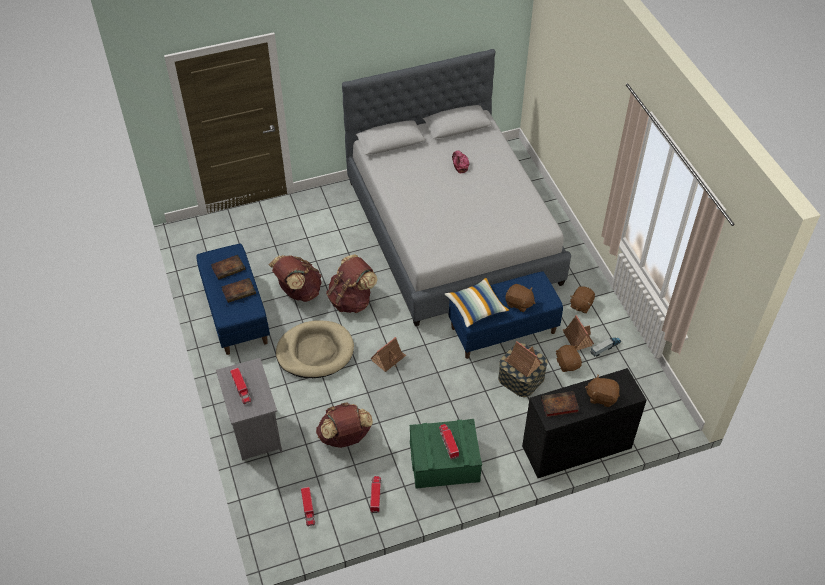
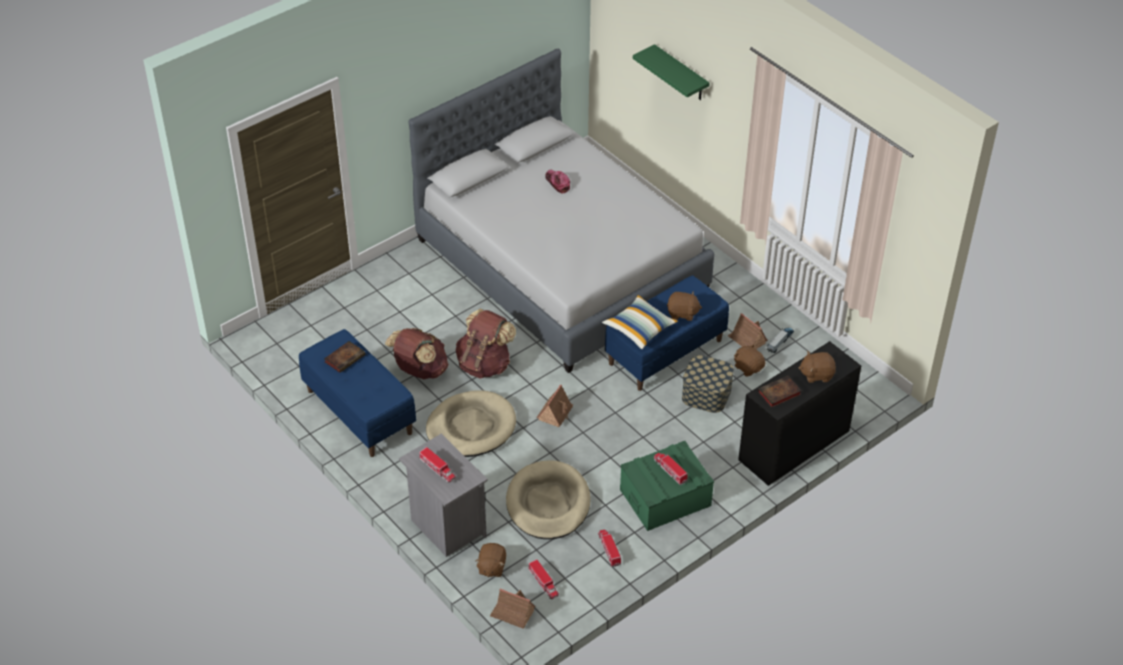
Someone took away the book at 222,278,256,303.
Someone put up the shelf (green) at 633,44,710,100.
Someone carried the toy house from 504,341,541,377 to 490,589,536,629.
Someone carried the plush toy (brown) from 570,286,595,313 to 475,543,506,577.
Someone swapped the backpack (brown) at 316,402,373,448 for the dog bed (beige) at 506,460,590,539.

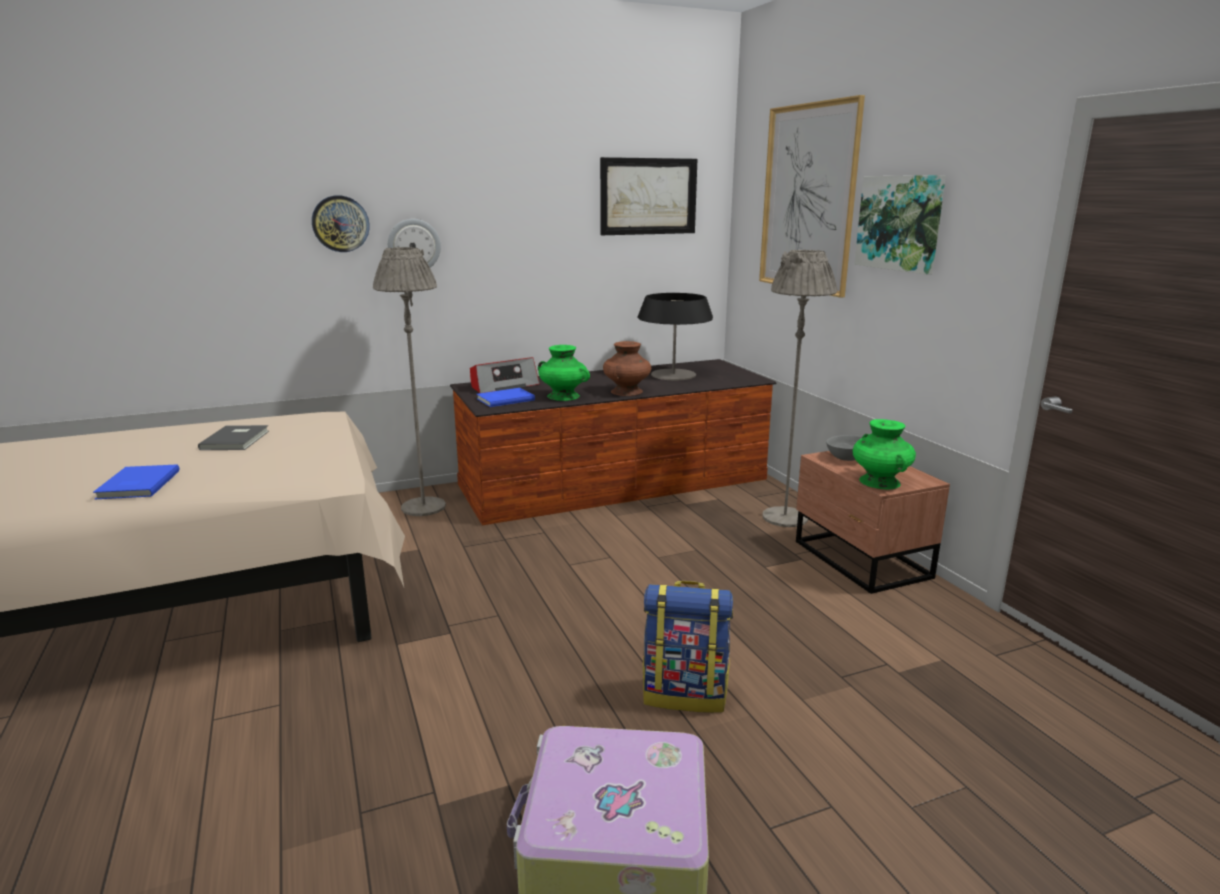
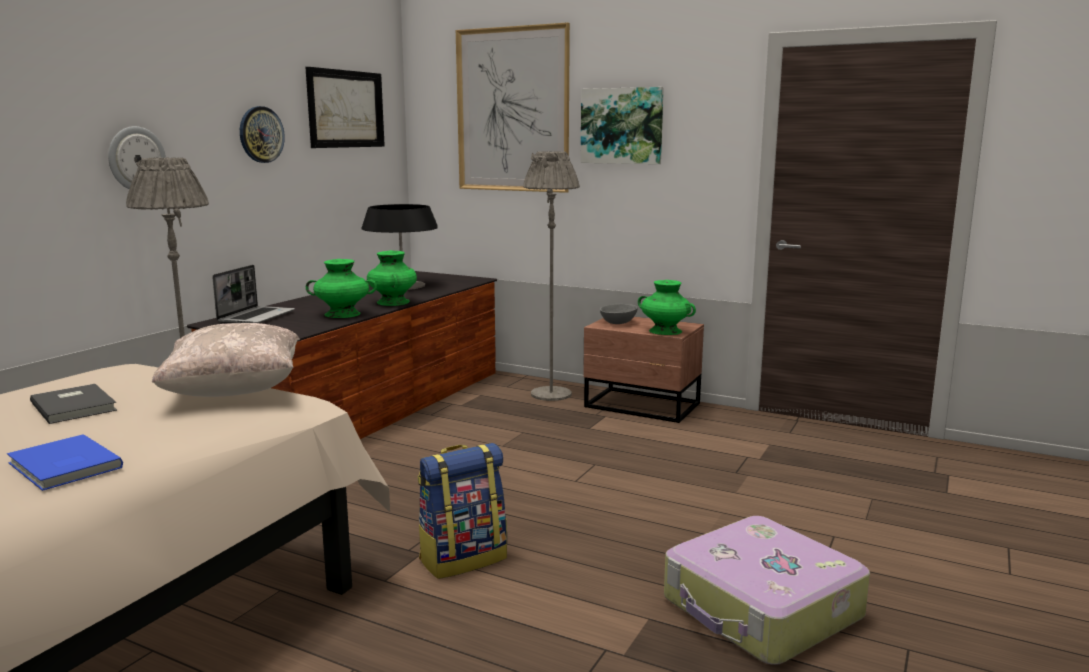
Someone took away the book (blue) at 477,388,535,407.
Someone put down the pillow (beige) at 152,323,300,397.
Someone carried the wall clock from 312,195,370,252 to 240,106,285,163.
Someone carried the backpack from 643,581,733,713 to 418,443,507,579.
Someone swapped the radio at 470,357,540,393 for the laptop at 212,265,295,323.
Someone repainted the vase (brown) at 603,341,651,396, which became the vase (green) at 367,250,417,306.

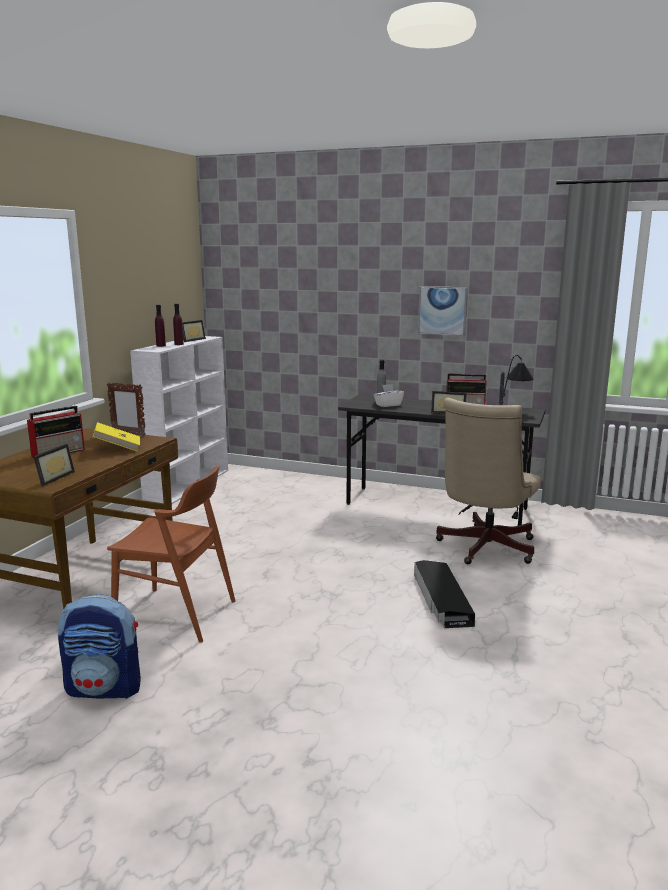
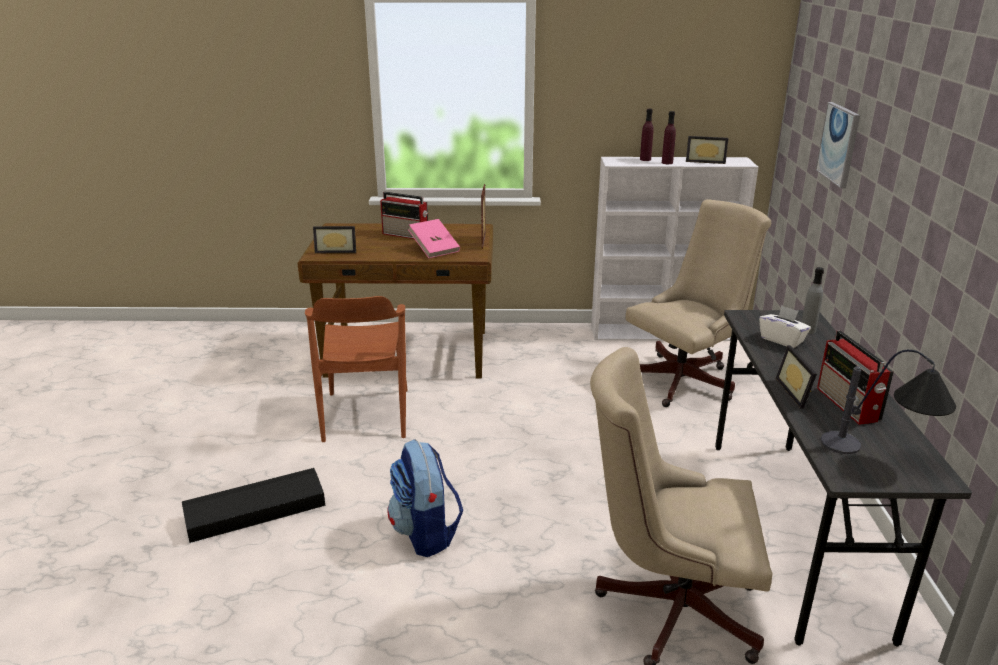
Someone put down the office chair (beige) at 625,199,771,407.
Someone carried the backpack from 58,594,141,699 to 387,439,463,557.
Someone carried the storage box (black) from 414,560,475,628 to 182,468,325,543.
Someone carried the picture from 418,286,468,336 to 816,102,860,189.
Someone repainted the book (yellow) at 93,422,140,451, which became the book (pink) at 408,219,460,258.

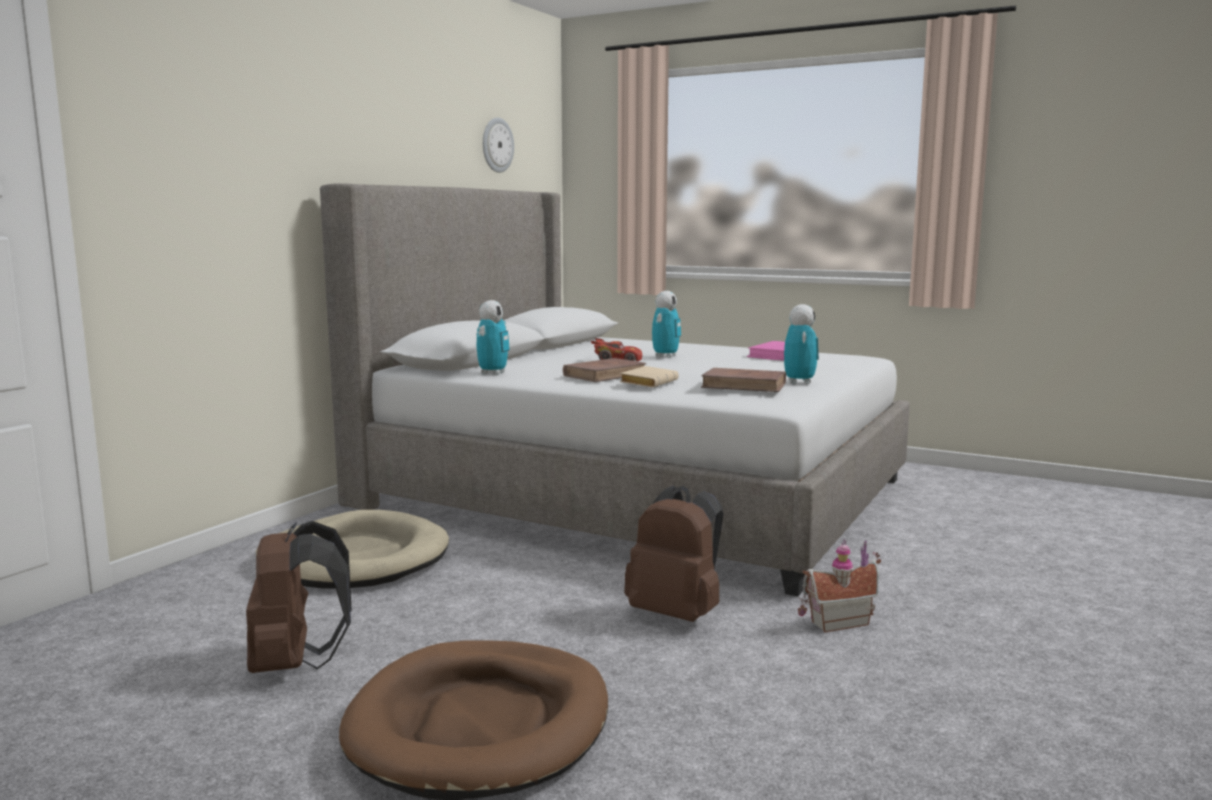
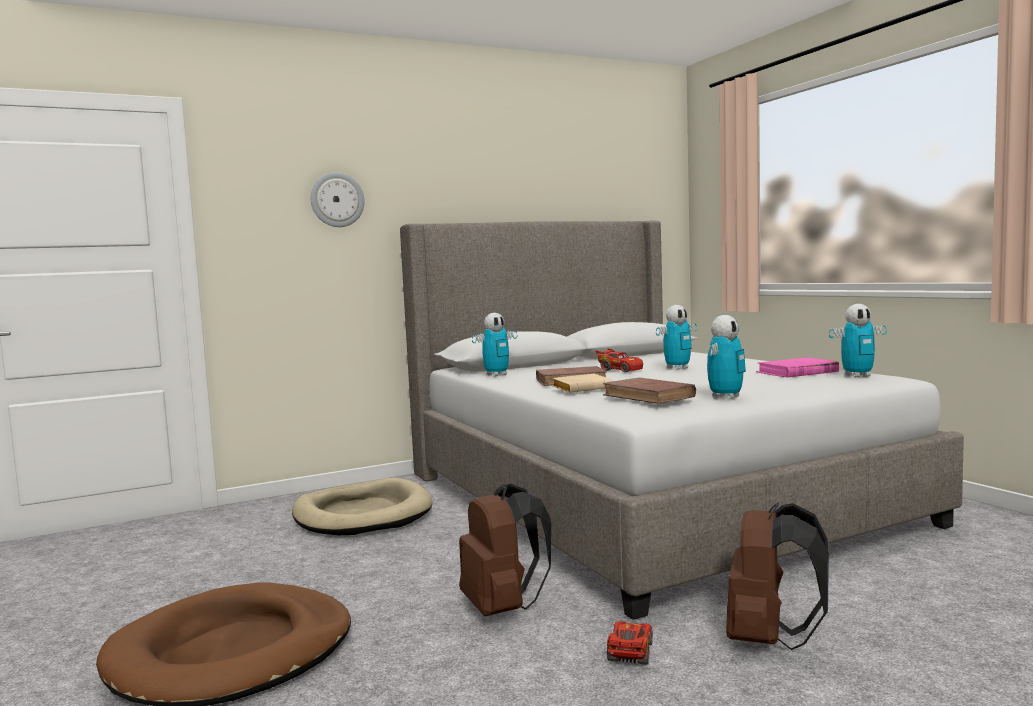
Someone put down the toy robot at 829,304,887,377.
Someone carried the backpack (brown) from 246,521,352,673 to 726,502,829,650.
Someone carried the wall clock from 483,118,514,173 to 311,172,364,227.
Someone swapped the toy house at 798,539,881,632 for the toy car (red) at 607,621,653,665.

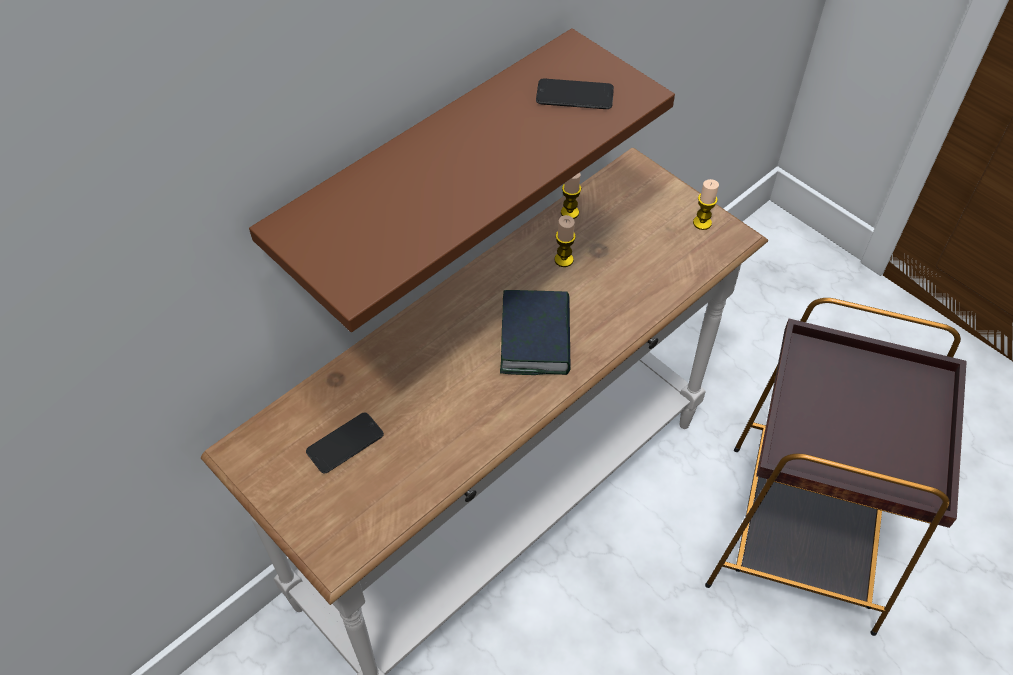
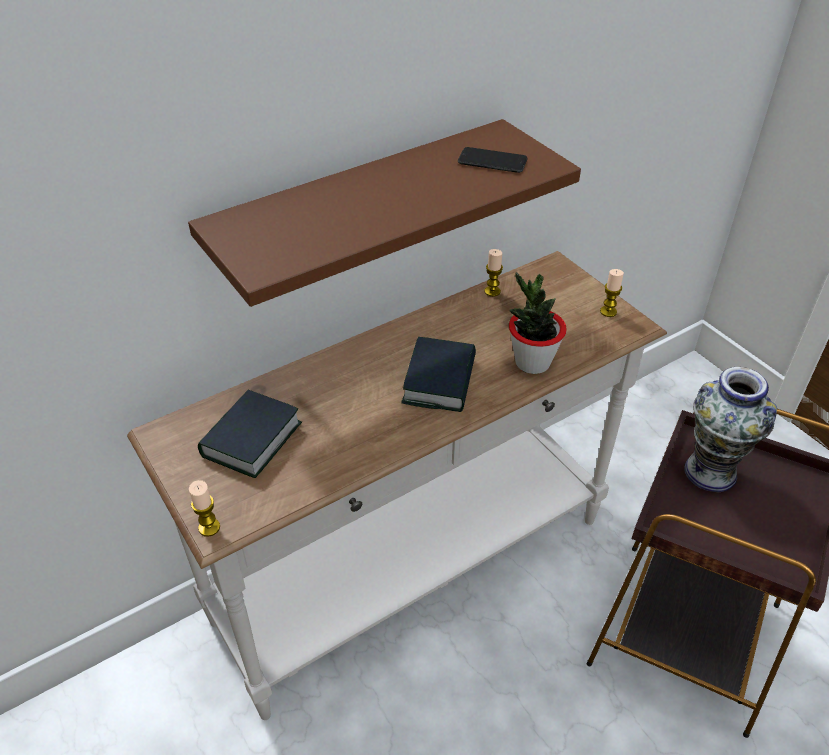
Someone put down the potted plant at 509,272,567,374.
Someone put down the vase at 684,367,777,492.
Someone carried the candle from 554,215,576,267 to 189,480,220,537.
Someone swapped the phone at 306,412,384,474 for the book at 198,390,302,478.

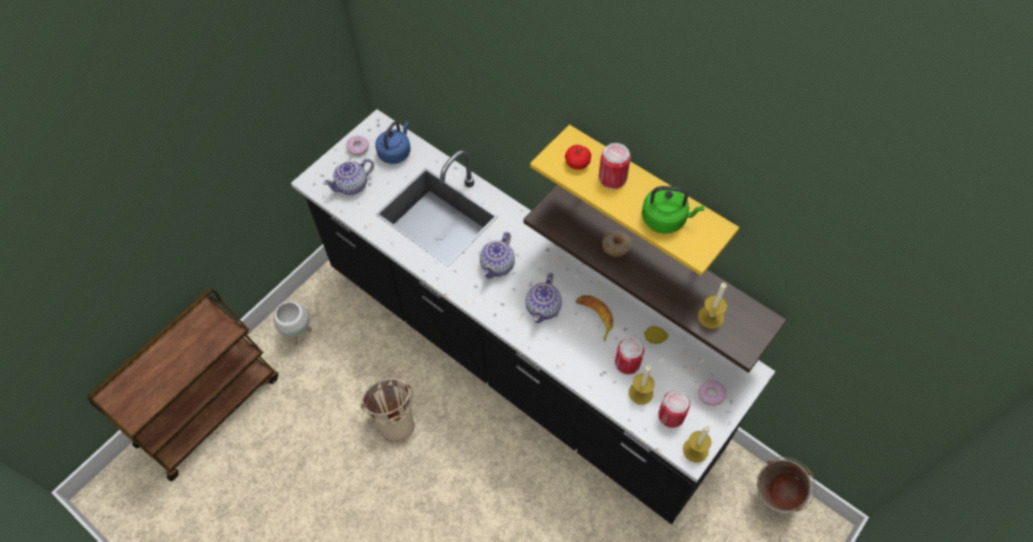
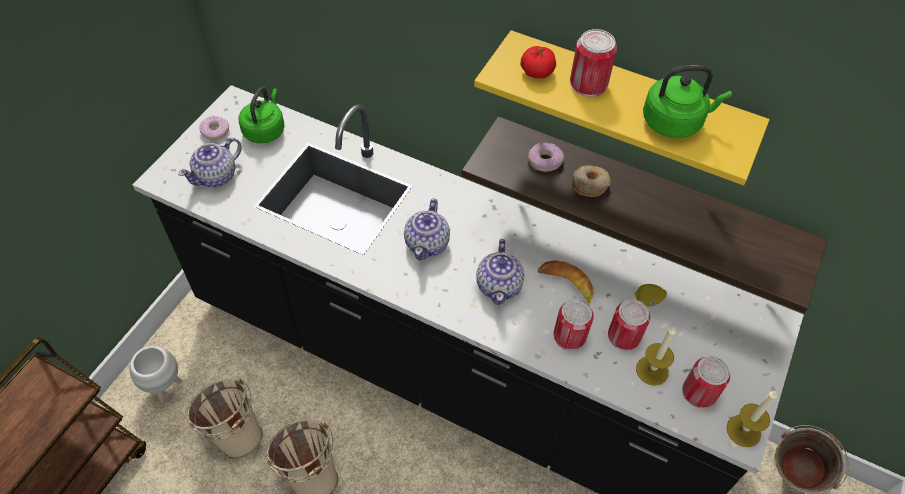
Someone took away the candle at 698,282,728,329.
Someone put down the bucket (beige) at 187,378,263,459.
Someone put down the can at 554,299,594,351.
Someone carried the donut from 698,380,727,406 to 528,143,564,172.
Someone repainted the kettle (blue) at 375,121,410,164, which became the kettle (green) at 238,87,285,144.

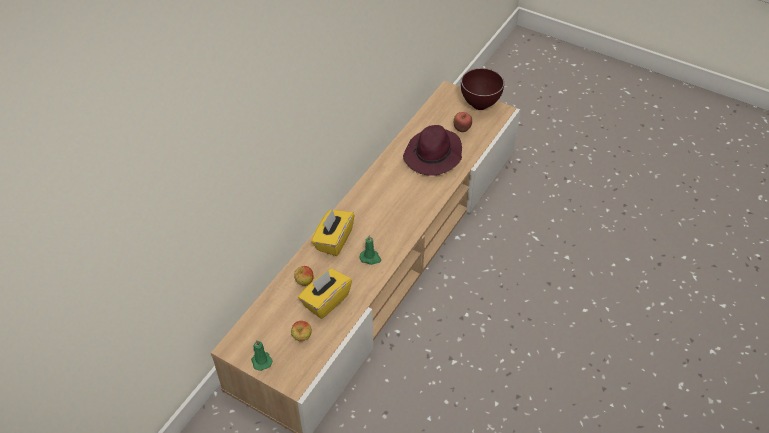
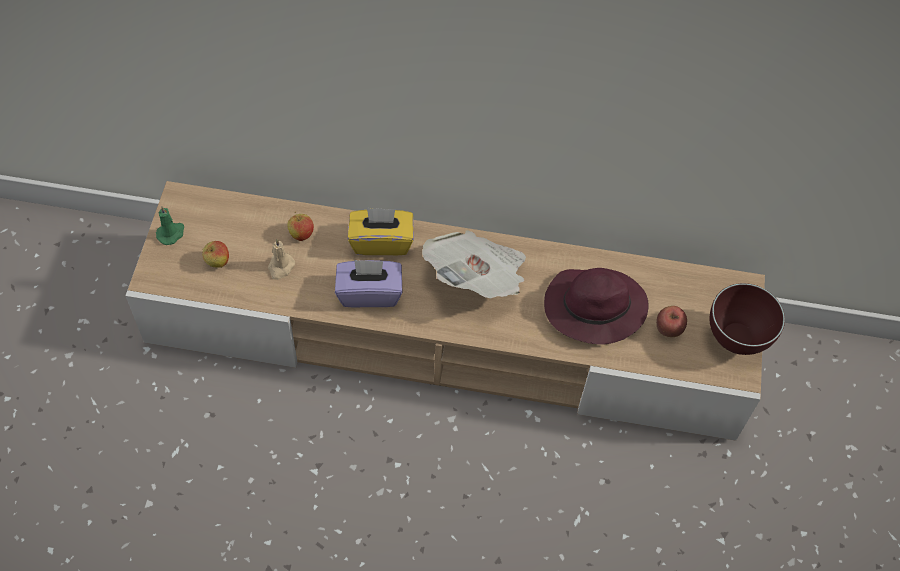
Someone put down the newspaper at 422,230,526,298.
Someone swapped the tissue box (yellow) at 298,268,352,319 for the candle (beige) at 268,239,295,280.
Someone swapped the candle (green) at 360,235,381,265 for the tissue box (purple) at 335,260,402,307.

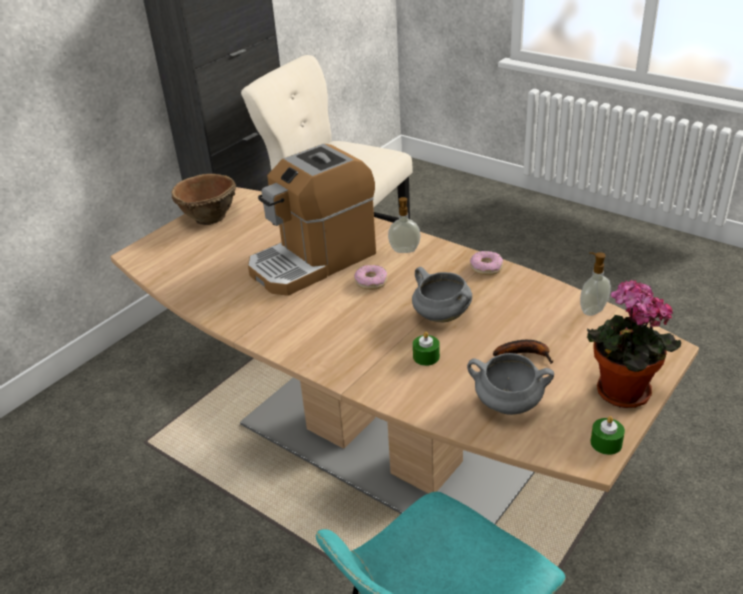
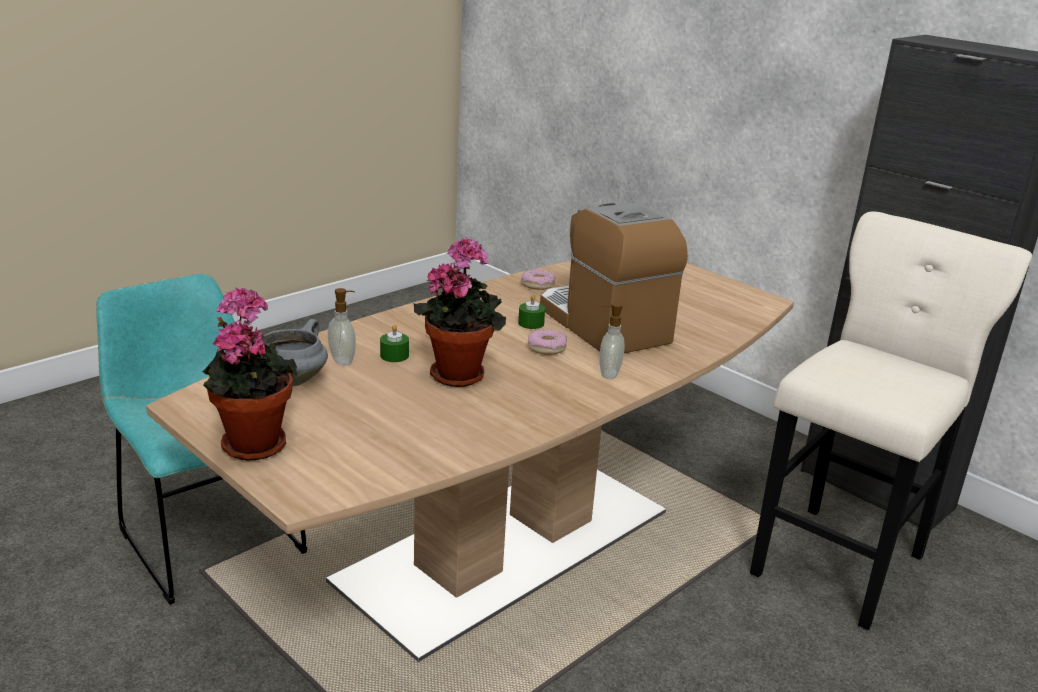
Someone took away the bowl (brown) at 172,174,236,225.
Someone took away the banana at 493,340,554,364.
Someone carried the donut from 470,251,503,275 to 521,269,556,290.
Someone carried the soap dispenser from 580,252,611,316 to 328,288,356,366.
Someone carried the candle (green) from 591,416,625,455 to 518,295,545,329.
Someone swapped the cooking pot (grey) at 412,267,472,322 for the potted plant at 414,237,506,387.

